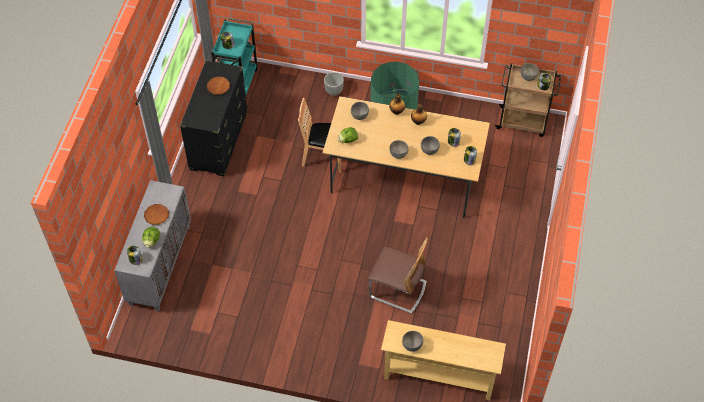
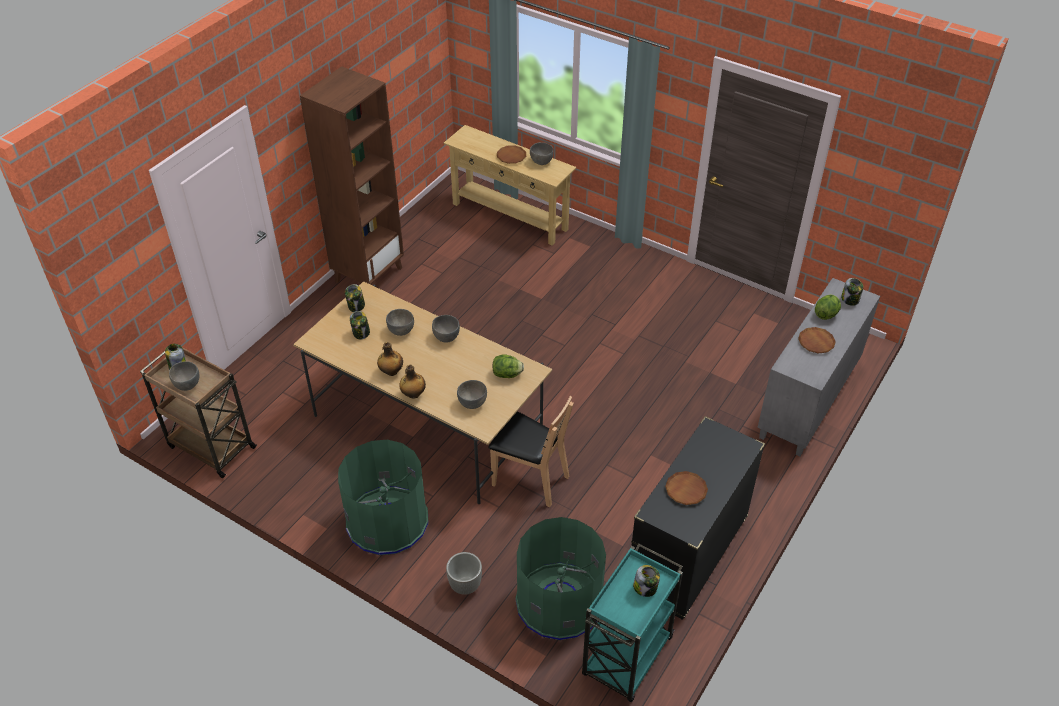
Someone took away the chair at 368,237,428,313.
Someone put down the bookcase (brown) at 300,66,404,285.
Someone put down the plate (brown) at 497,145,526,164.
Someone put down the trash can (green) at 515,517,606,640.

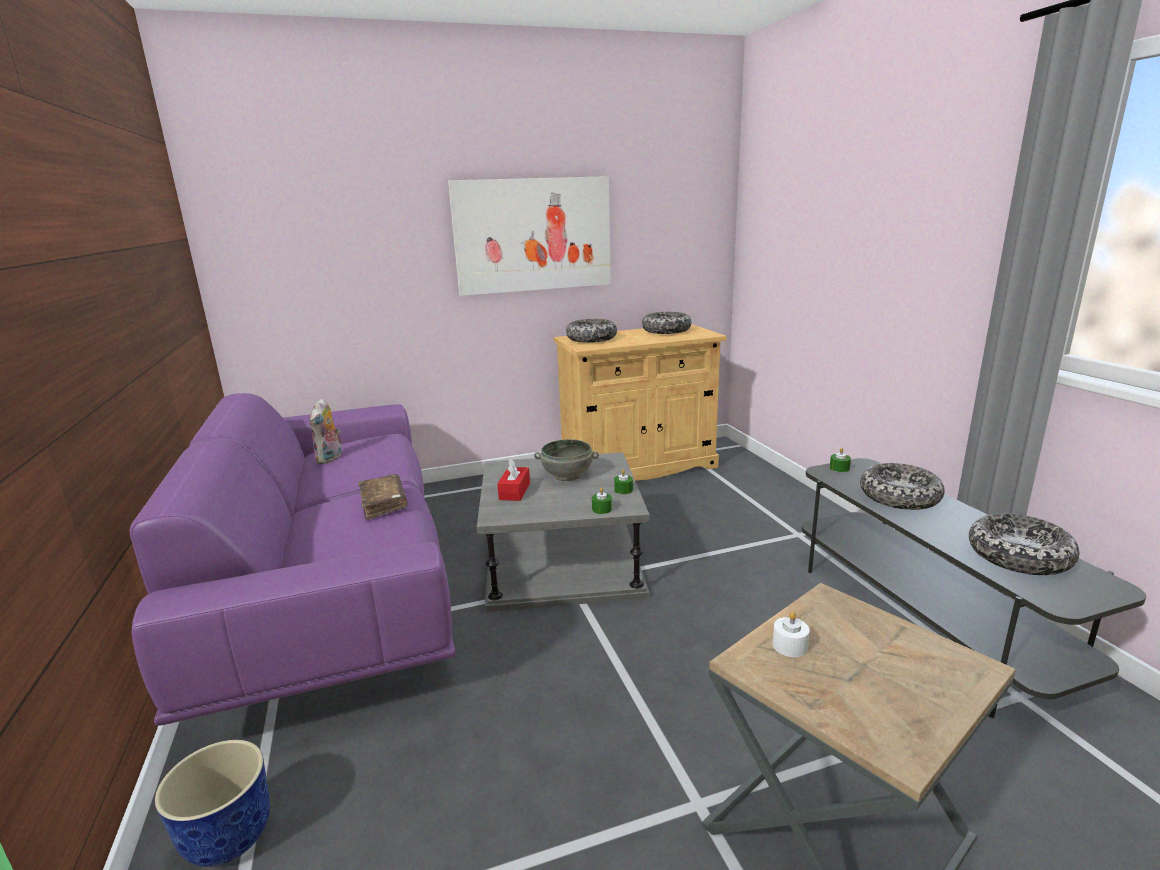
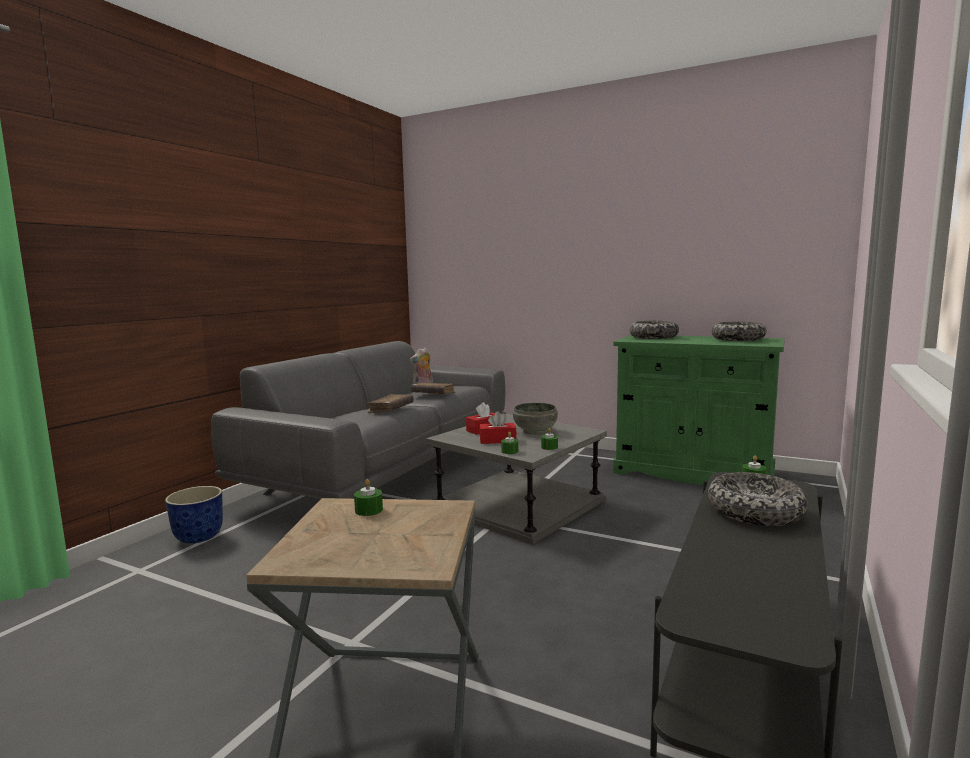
Someone took away the picture at 448,176,611,296.
Someone took away the bowl at 969,513,1079,575.
Someone put down the book (brown) at 411,382,456,394.
Someone put down the tissue box (red) at 479,411,516,444.
Someone repainted the sofa (purple) at 129,393,456,726, which became the sofa (grey) at 211,341,506,499.
Someone repainted the cabinet (beige) at 553,324,727,481, which became the cabinet (green) at 613,335,785,485.
Someone repainted the candle (white) at 772,611,810,657, which became the candle (green) at 354,479,383,516.

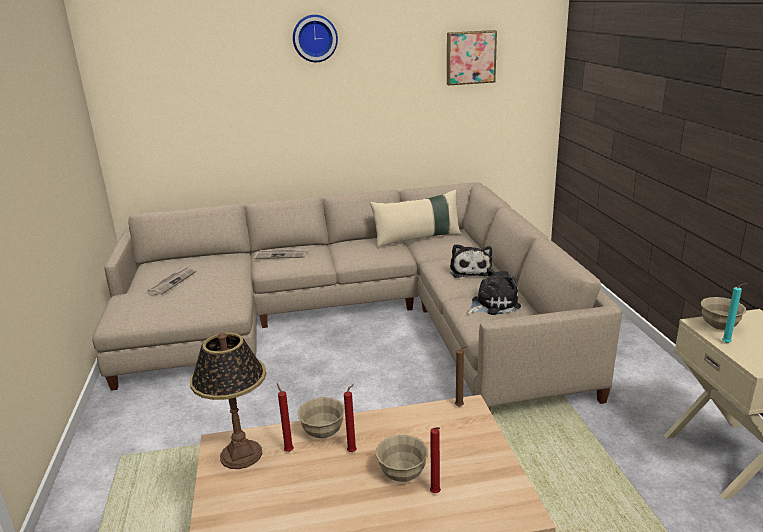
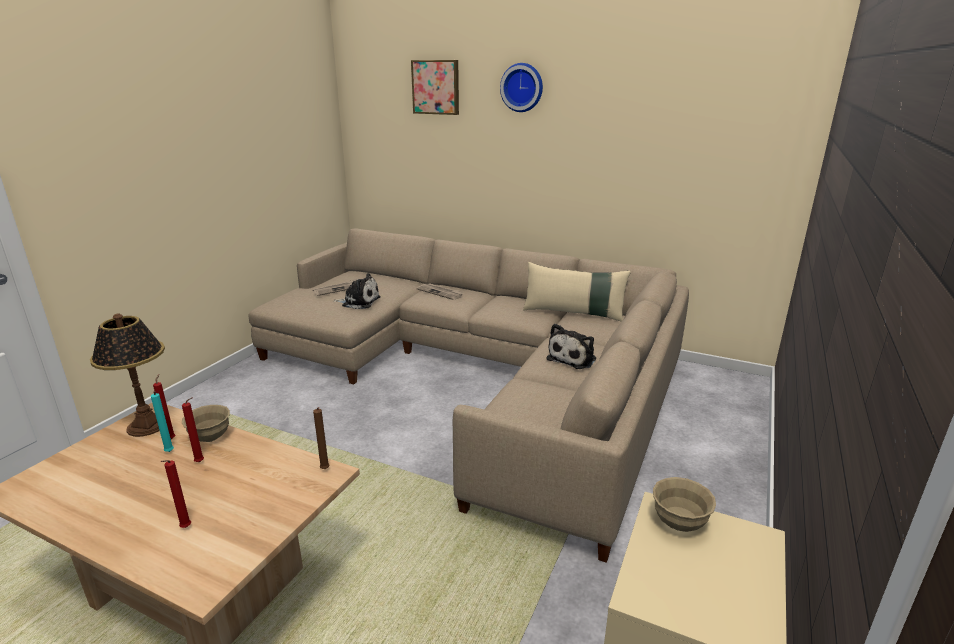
Someone took away the bowl (beige) at 376,435,428,482.
Someone carried the picture from 447,30,497,86 to 411,60,459,115.
Someone carried the plush toy from 466,268,521,315 to 334,273,380,309.
Someone carried the candle (turquoise) from 722,283,748,343 to 151,392,174,452.

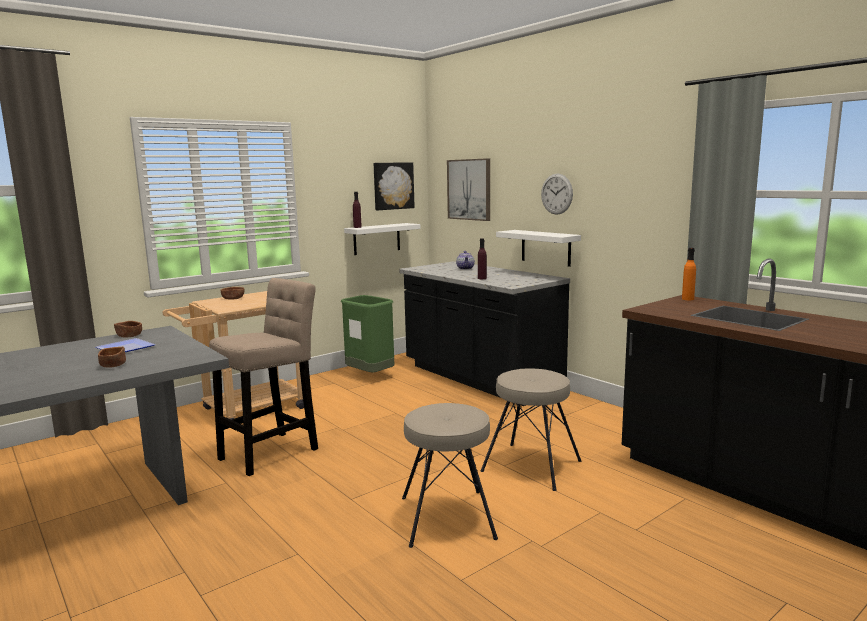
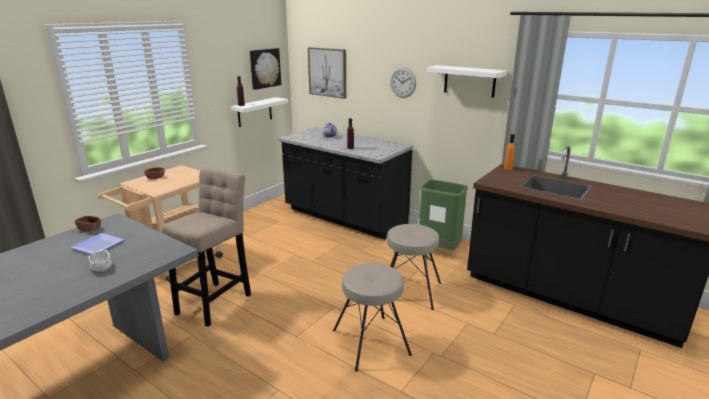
Someone carried the trash can (green) from 341,295,394,372 to 419,180,468,250.
Someone carried the shelf (white) from 496,230,581,267 to 427,65,507,98.
Someone repainted the bowl (brown) at 98,347,126,368, which became the bowl (white) at 89,250,112,271.

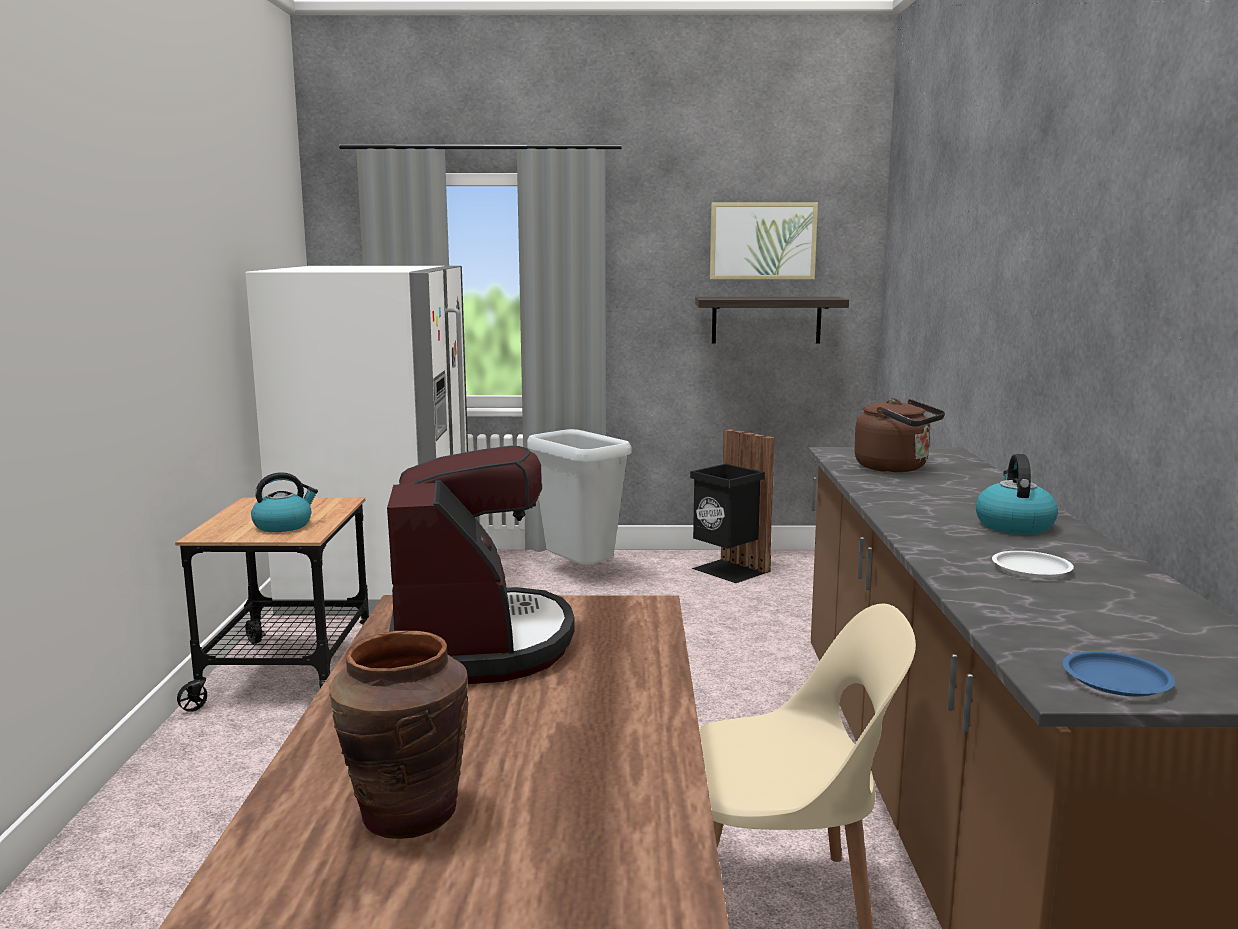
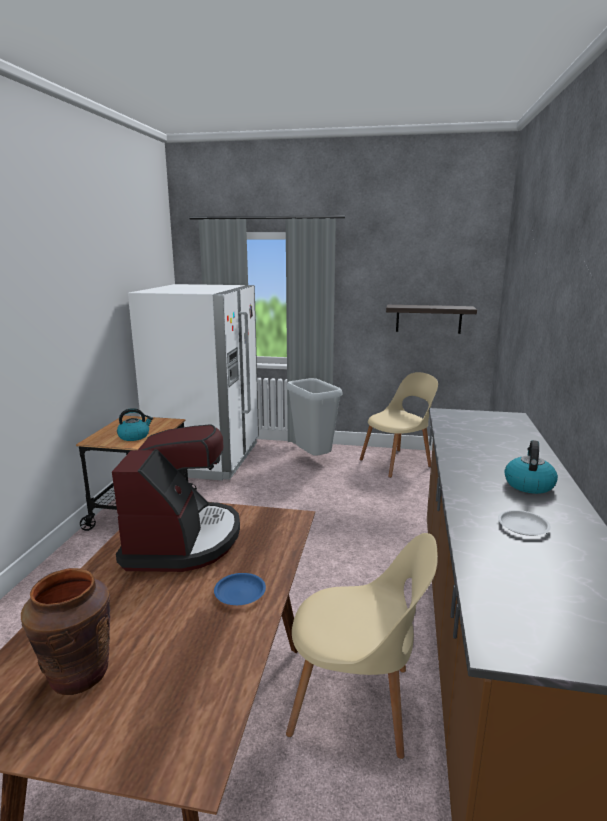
Someone took away the picture at 710,202,818,279.
Someone took away the kettle (brown) at 854,398,945,472.
Someone carried the plate (blue) from 1063,651,1175,696 to 214,573,266,605.
Someone swapped the trash can (black) at 690,429,775,583 for the chair (beige) at 360,372,438,478.

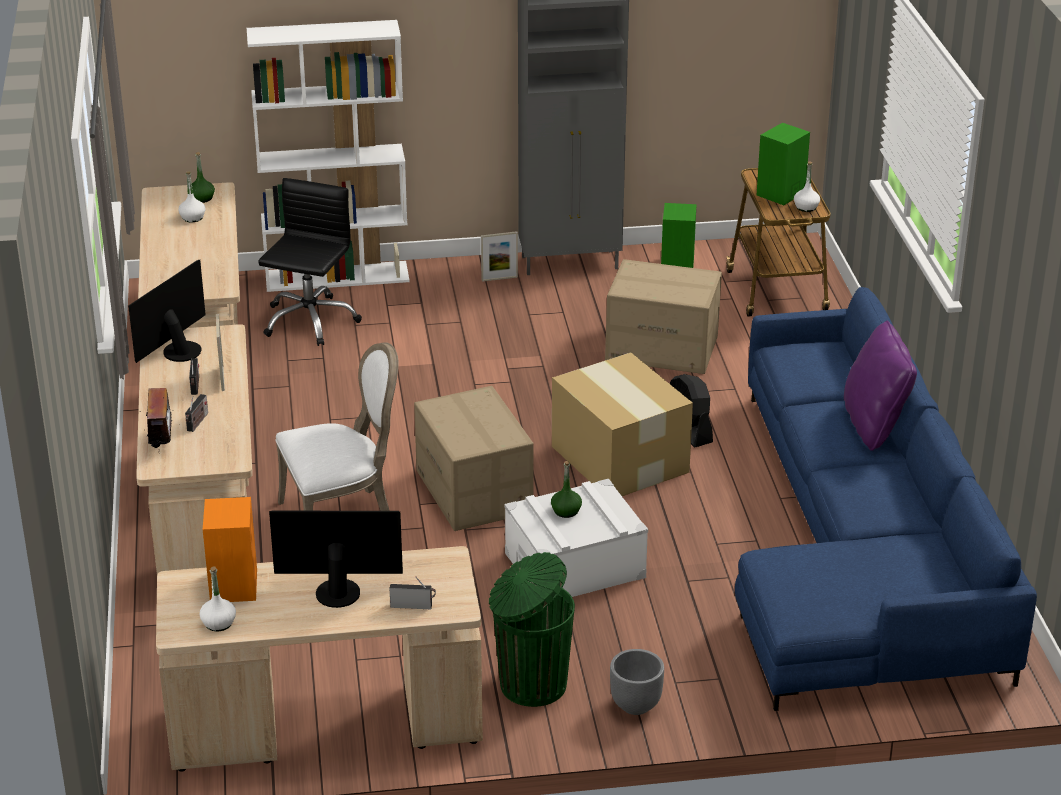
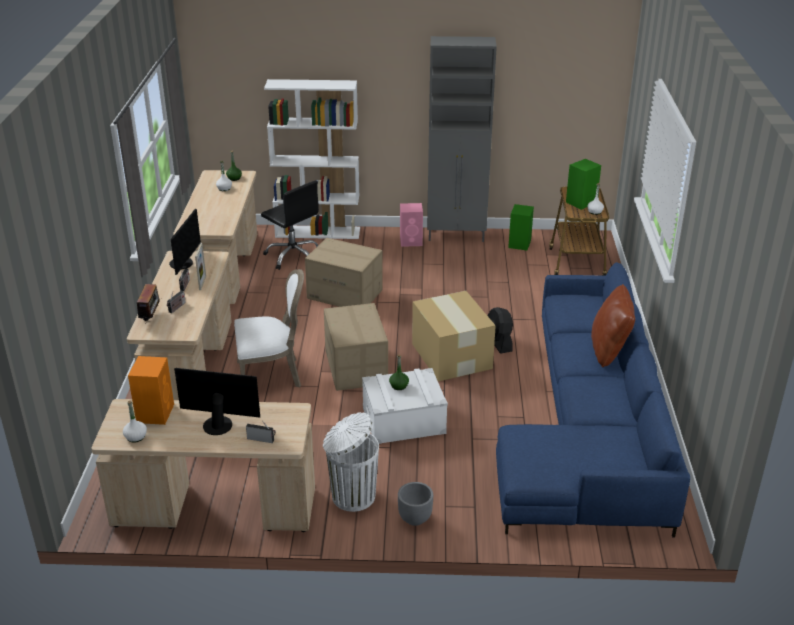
Someone carried the cardboard box from 605,259,722,374 to 305,238,382,307.
Someone swapped the picture frame at 481,231,518,282 for the speaker (pink) at 400,203,423,247.
Someone repainted the trash can (green) at 489,552,575,707, which became the trash can (white) at 323,412,379,512.
Someone repainted the pillow (purple) at 844,321,917,451, which became the pillow (brown) at 591,284,635,367.
Someone rotated the monitor at 128,260,206,363 by 150 degrees clockwise.
Someone rotated the office chair (black) at 258,178,362,346 by 105 degrees clockwise.

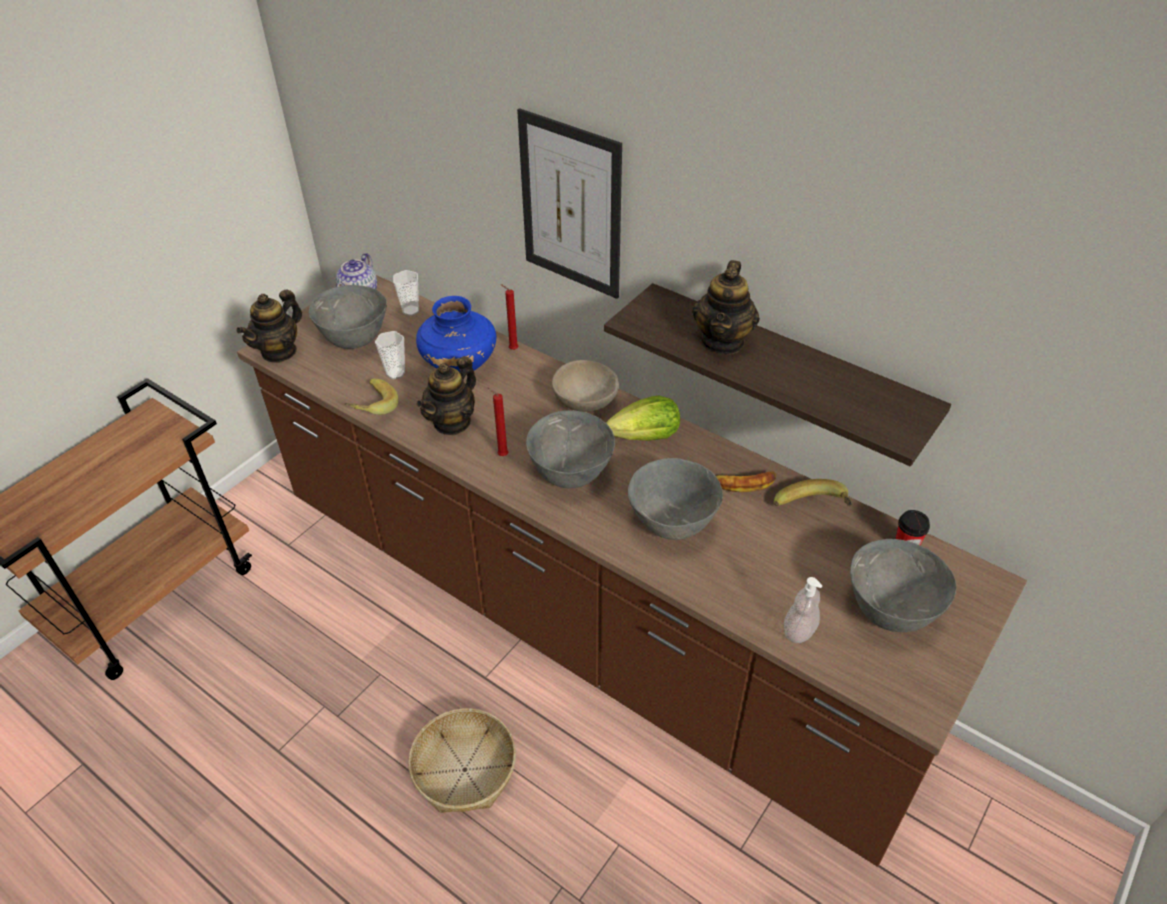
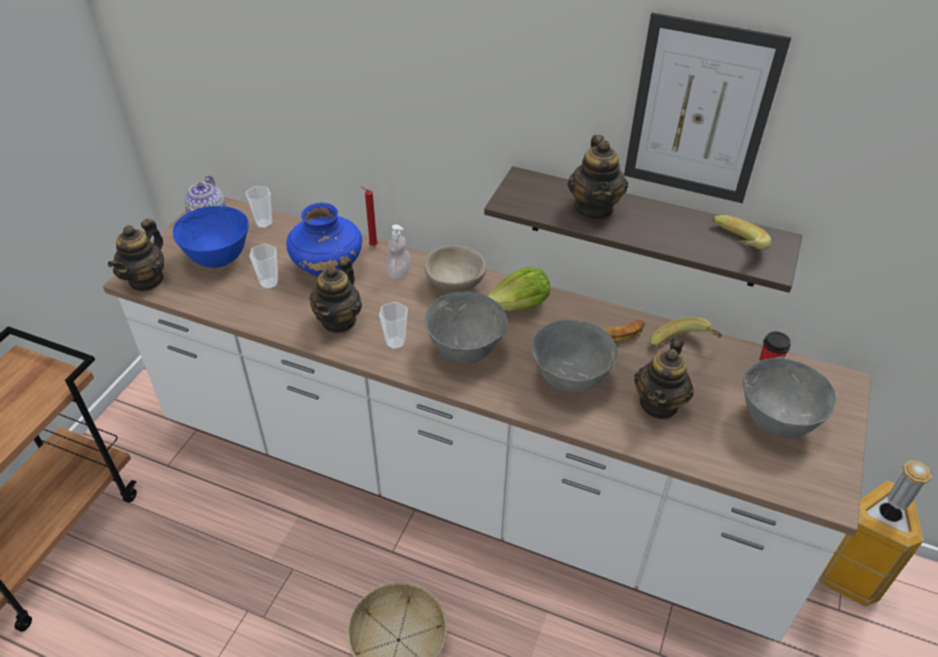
Someone put down the teapot at 634,337,694,419.
Someone put down the trash can at 819,460,932,607.
Someone carried the banana from 345,379,398,415 to 712,215,771,250.
Someone carried the picture from 517,108,622,299 to 624,12,791,203.
Someone carried the soap dispenser from 784,577,822,643 to 386,224,411,280.
Someone swapped the candle (red) at 488,388,508,456 for the cup at 379,302,408,350.
Someone repainted the counter (brown) at 237,275,1027,867, which became the counter (white) at 103,197,872,641.
Someone repainted the bowl (grey) at 309,285,387,349, which became the bowl (blue) at 173,206,249,268.

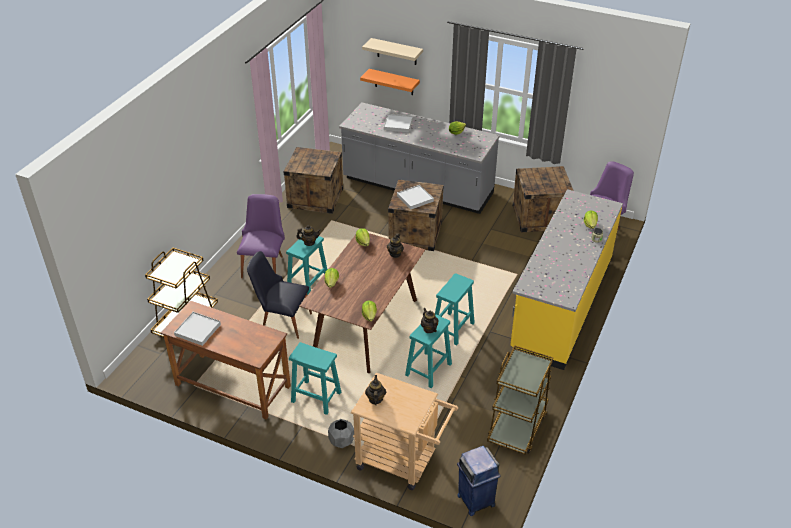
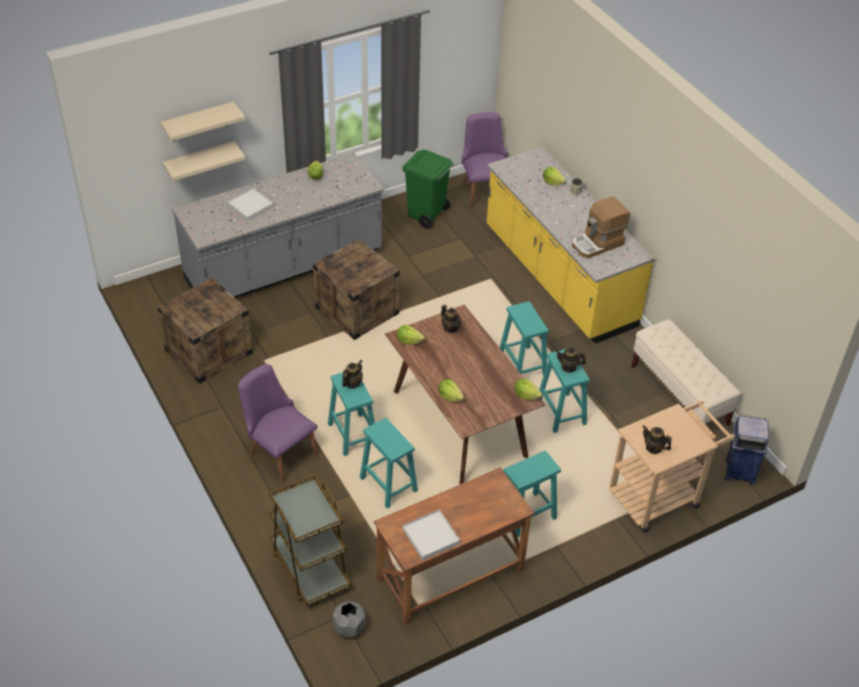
Someone took away the tray (white) at 397,185,434,209.
Someone put down the coffee machine at 572,196,630,258.
Someone carried the planter (grey) from 328,419,354,448 to 333,601,366,638.
Someone swapped the chair (black) at 247,251,312,339 for the stool (turquoise) at 360,418,418,509.
Someone swapped the cart (brown) at 487,345,553,455 for the bench (beige) at 631,319,741,426.
Someone swapped the crate at 512,166,574,232 for the trash can (green) at 402,150,454,229.
Someone repainted the shelf (orange) at 360,69,420,95, which became the shelf (beige) at 163,141,245,181.

